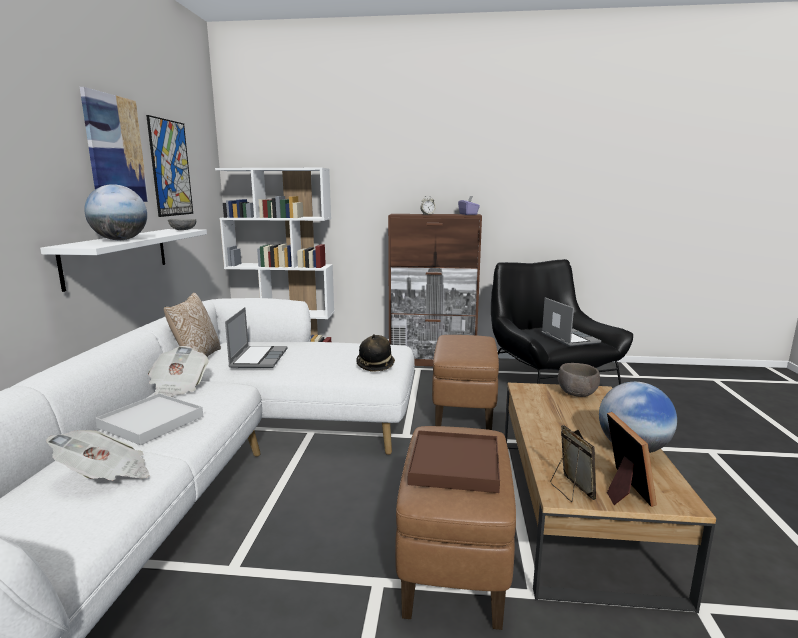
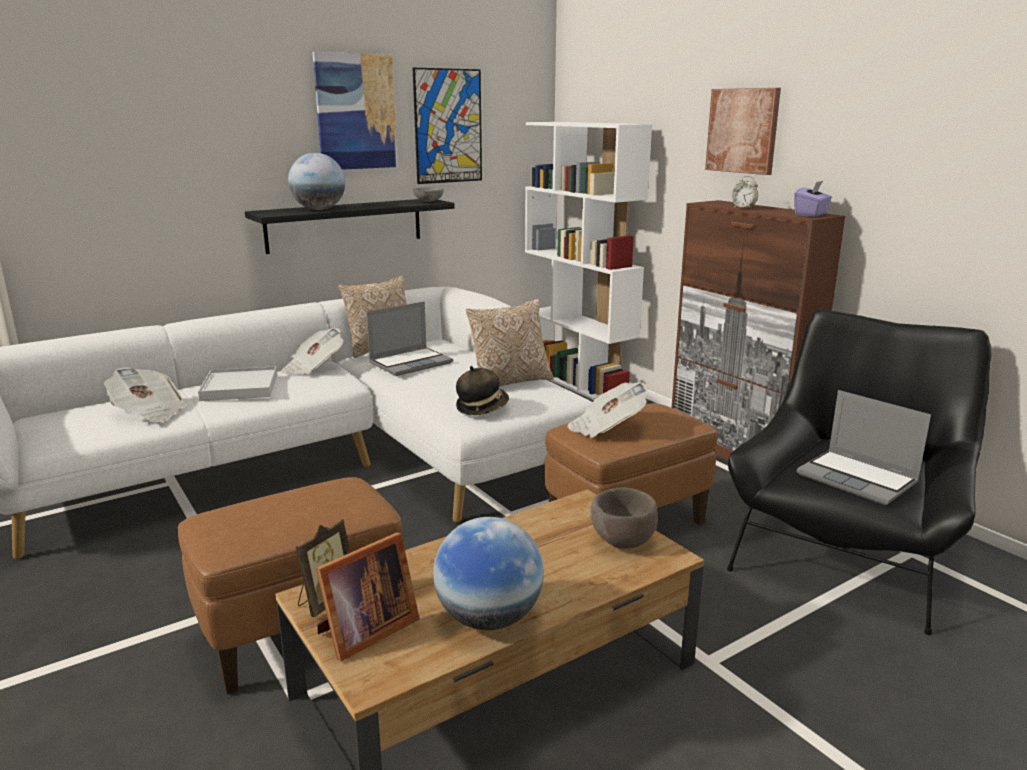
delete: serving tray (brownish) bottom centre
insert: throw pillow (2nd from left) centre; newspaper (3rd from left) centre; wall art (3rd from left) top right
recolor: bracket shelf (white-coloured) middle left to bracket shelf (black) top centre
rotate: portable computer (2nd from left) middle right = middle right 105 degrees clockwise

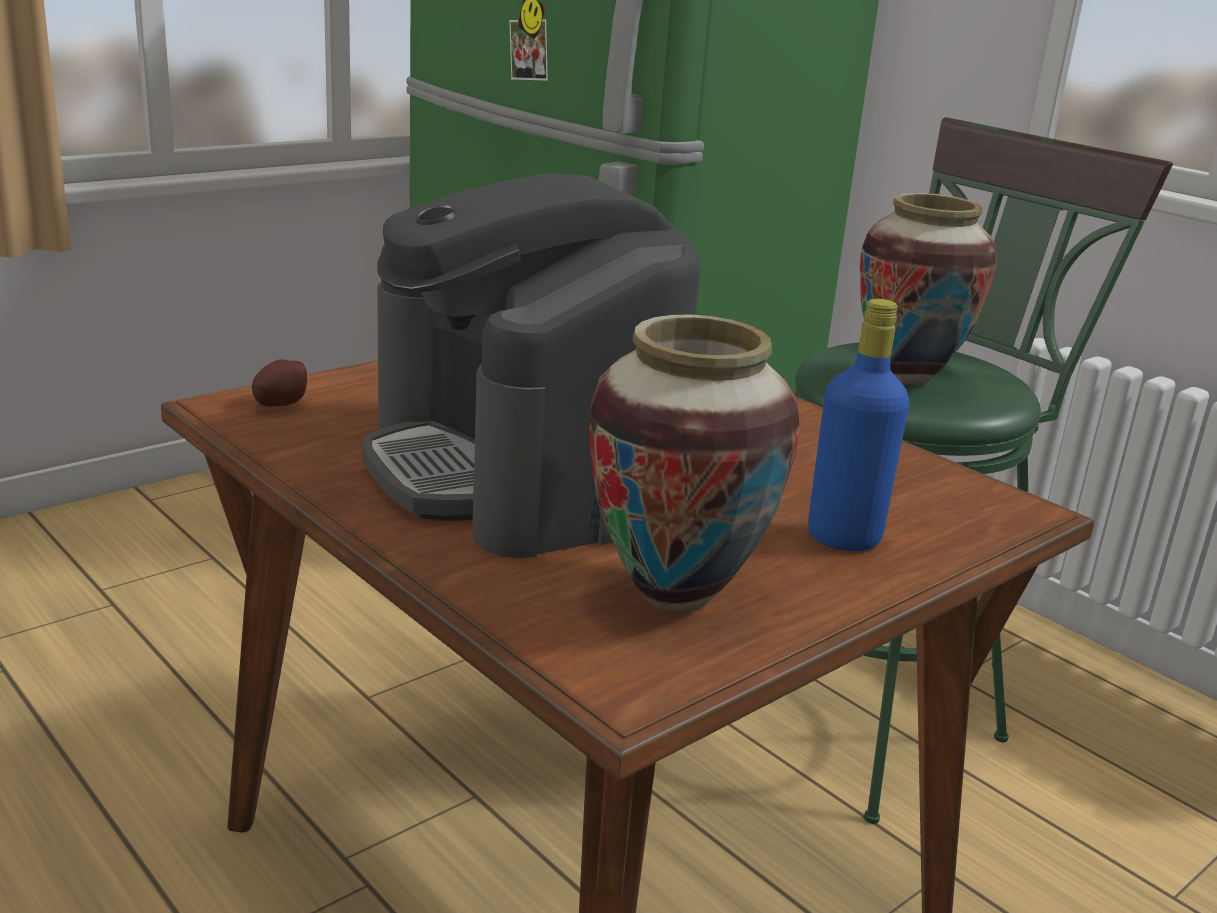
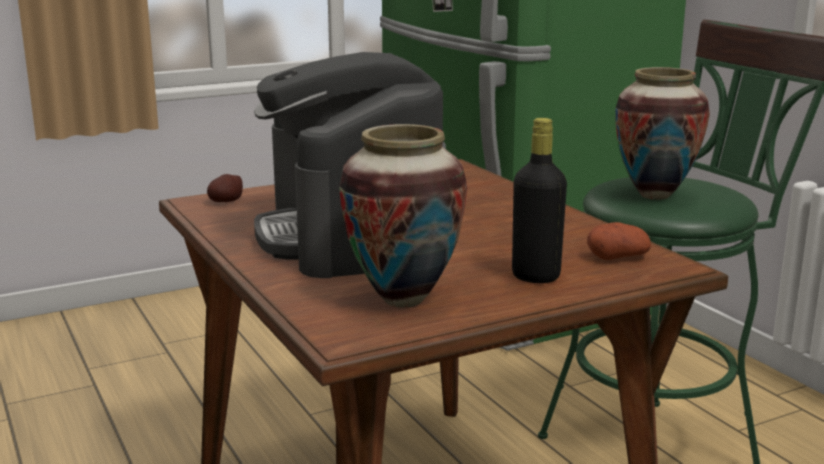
insert: spud (2nd from left) middle right
recolor: bottle (bluish) middle right to bottle (black) centre

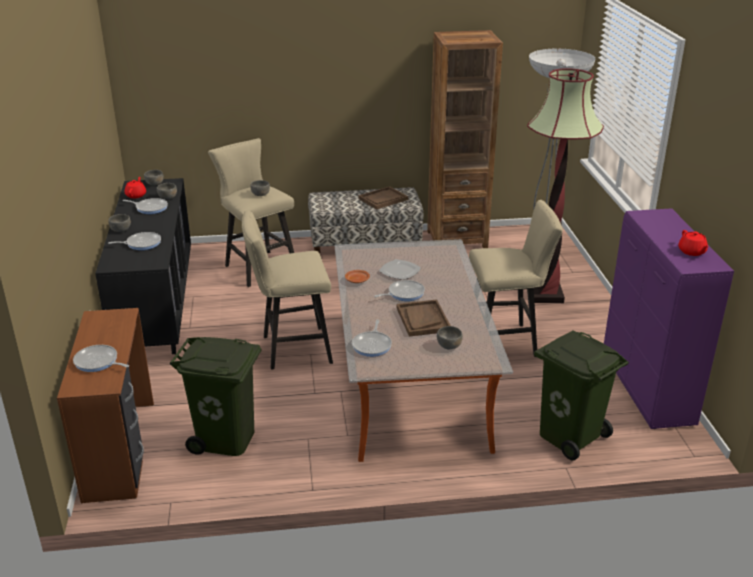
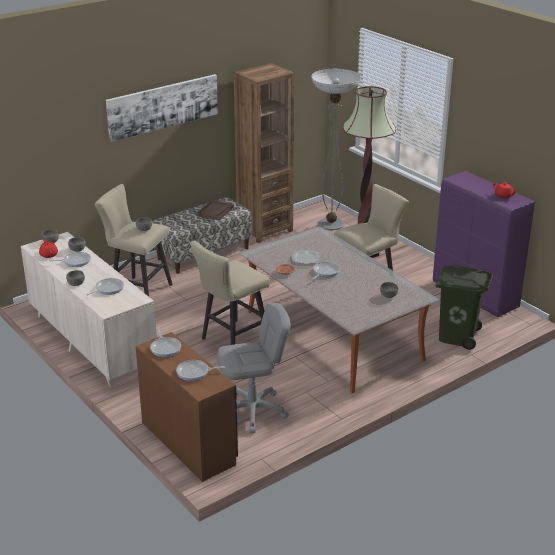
delete: serving tray (brownish) (2nd from left) centre
insert: wall art top left
move: skillet (4th from left in the first image) centre to skillet (3rd from left) middle left
replace: waste bin (greenish) (1st from left) bottom left to desk chair (gray) centre
recolor: drawer chest (black) middle left to drawer chest (sand-coloured) middle left

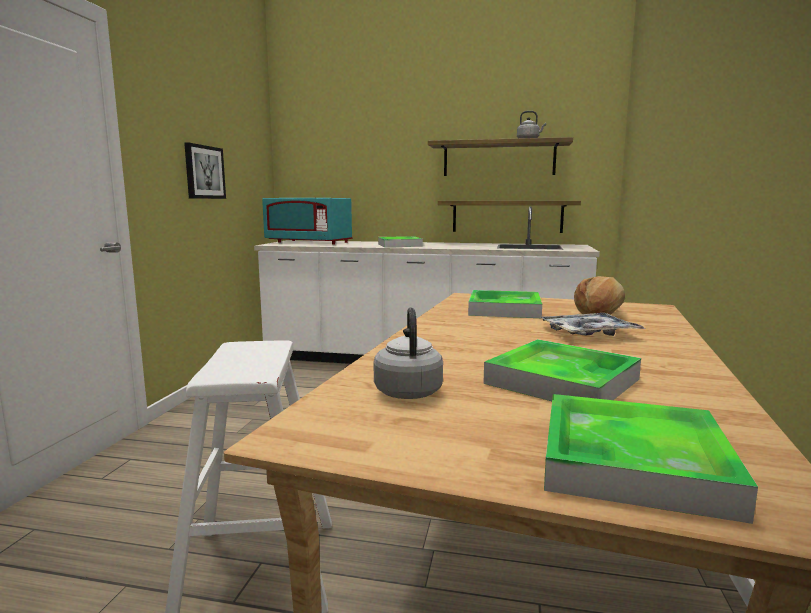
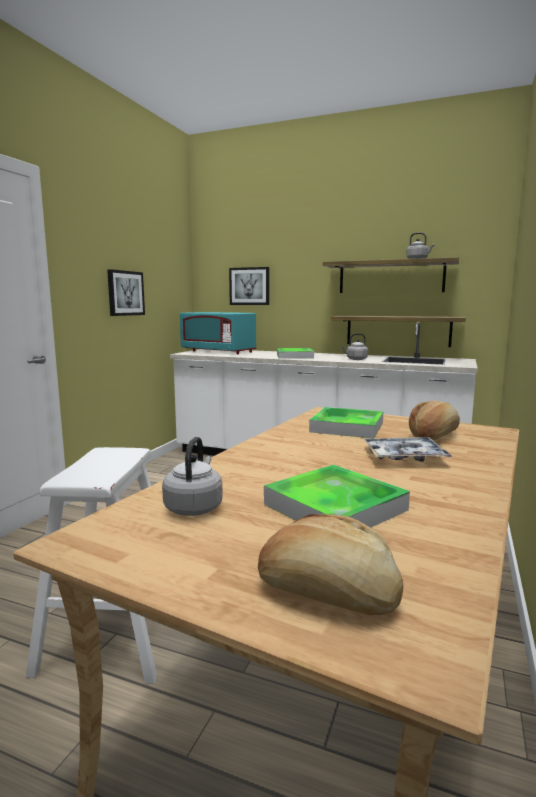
insert: wall art (2nd from left) centre; kettle (gray) (2nd from left) centre
replace: serving tray (5th from left) bottom right to baked bread (1st from left) bottom centre

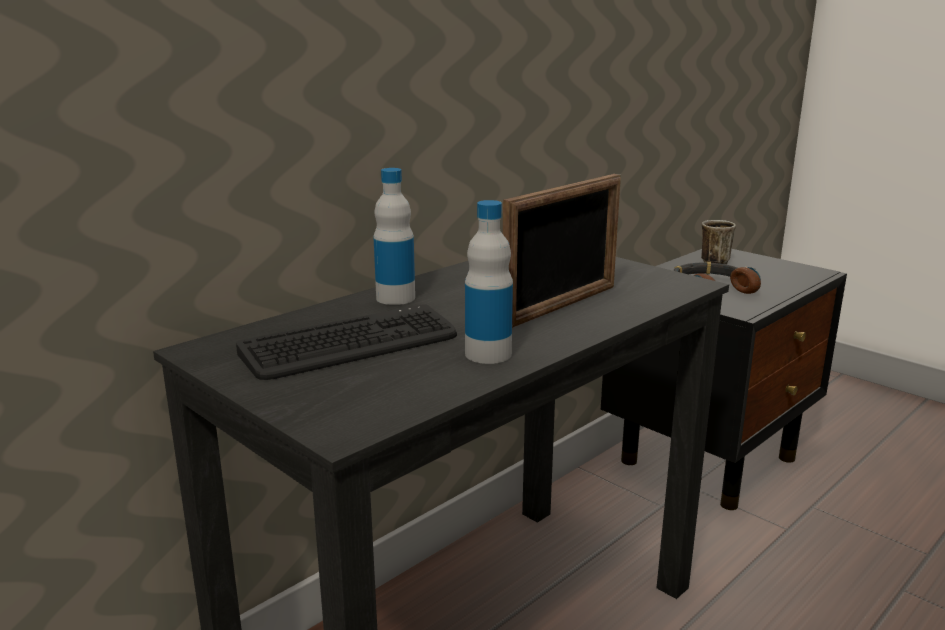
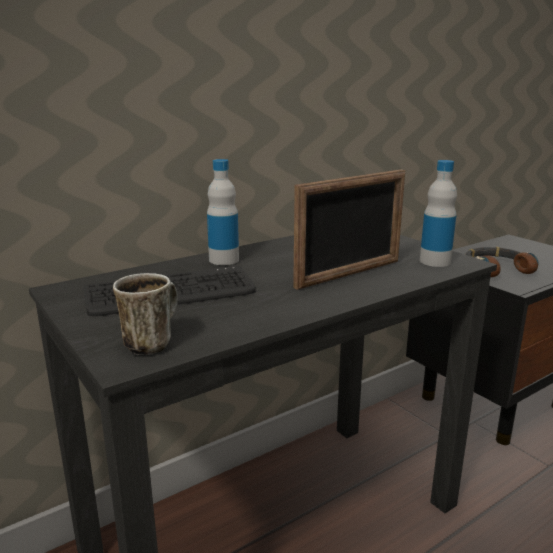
move: bottle (2nd from left) centre to middle right; tea mug middle right to middle left

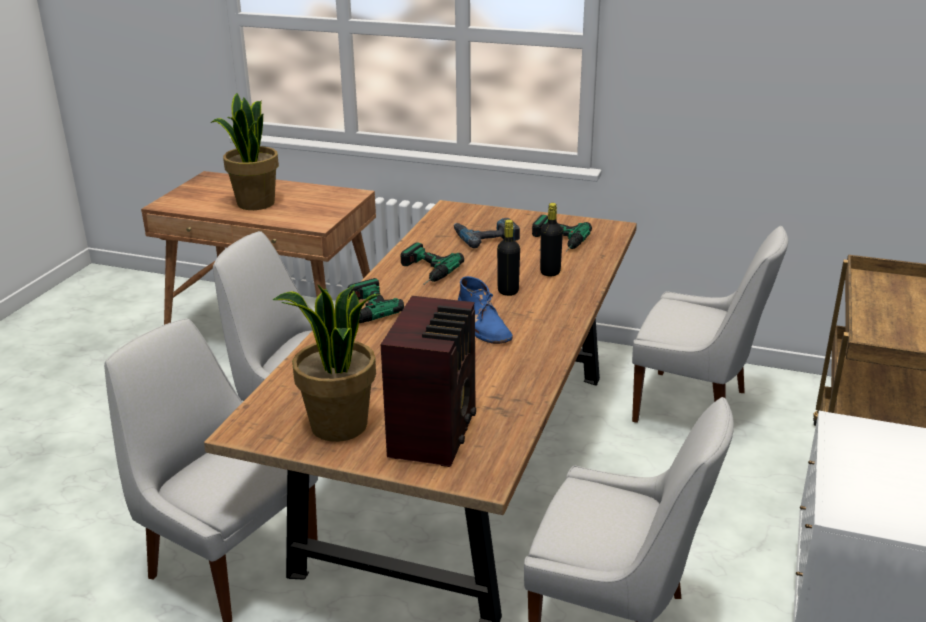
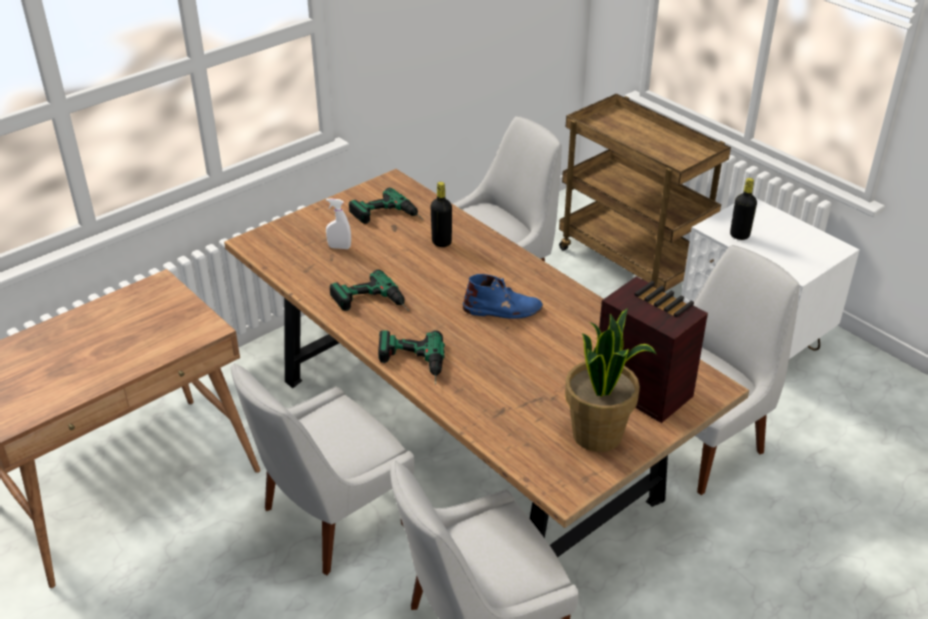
delete: plant in a pot (1st from left) top left
move: bottle (black) (1st from left in the first image) centre to bottle (black) (2nd from left) middle right
replace: electric drill (3rd from left) centre to hand sprayer (white-coloured) centre

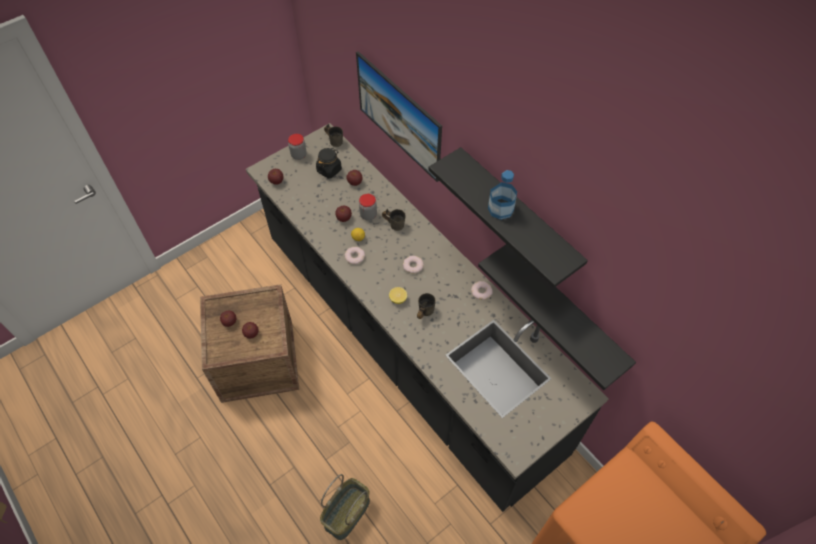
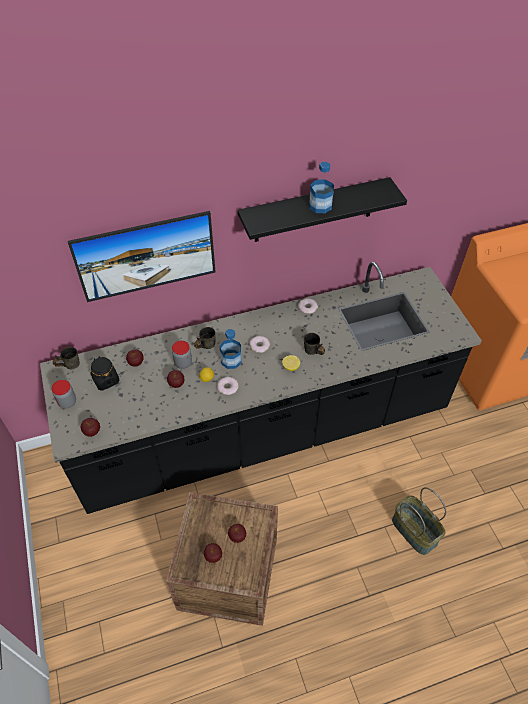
delete: bracket shelf (black) (2nd from left) middle right
insert: bottle (1st from left) centre

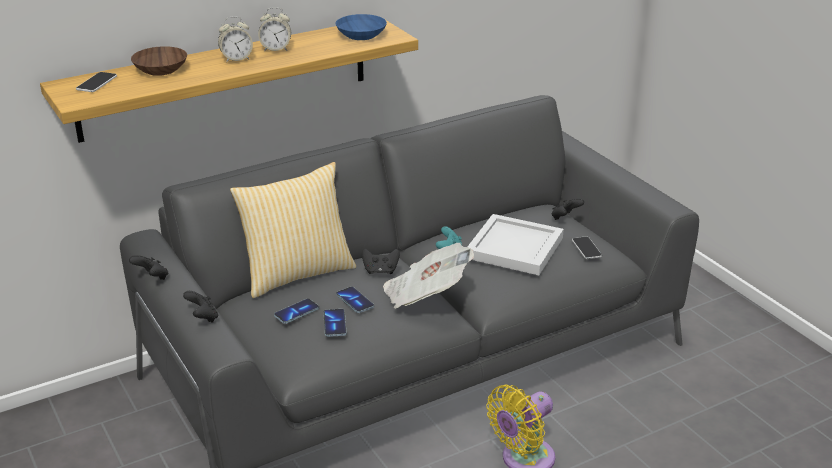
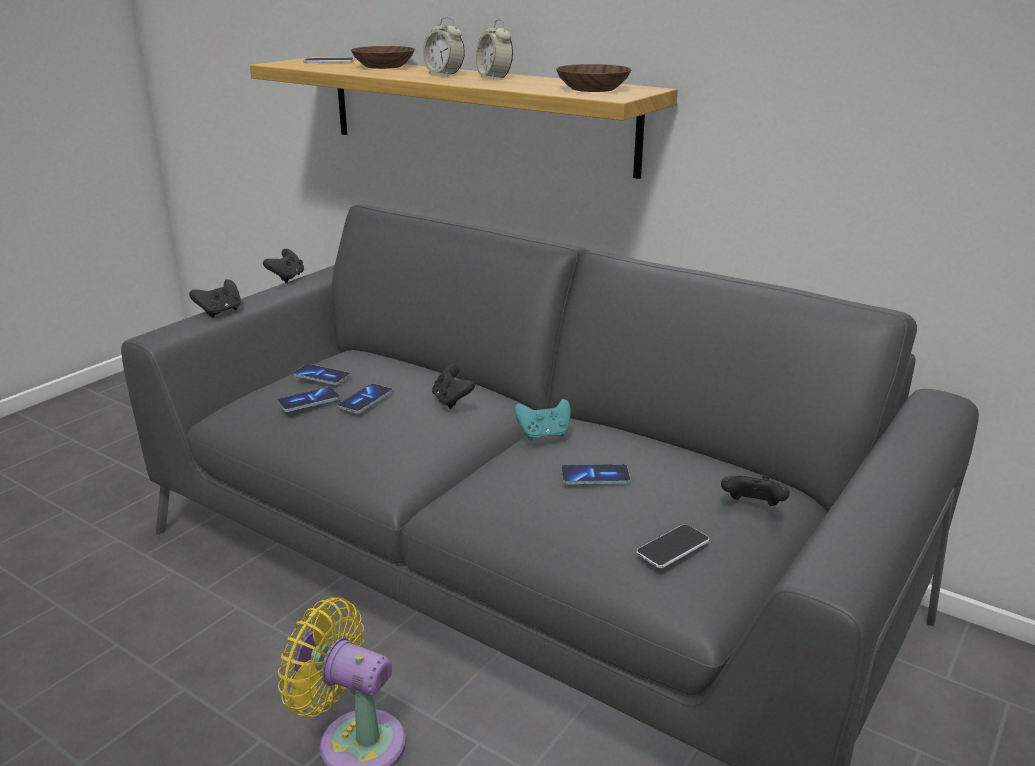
delete: throw pillow centre; newspaper centre
replace: serving tray (white-coloured) centre to phone (5th from left) centre
recolor: serving bowl (bluish) top centre to serving bowl (brownish) (2nd from left) top centre

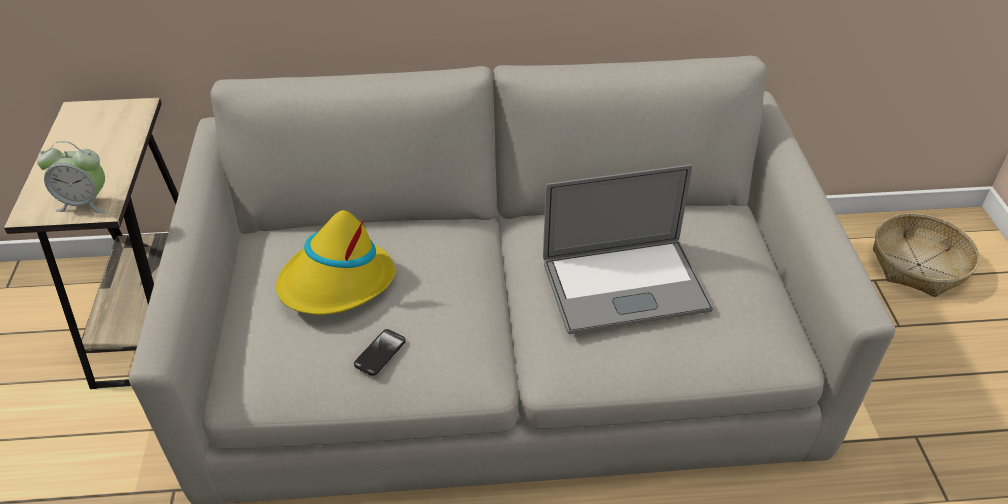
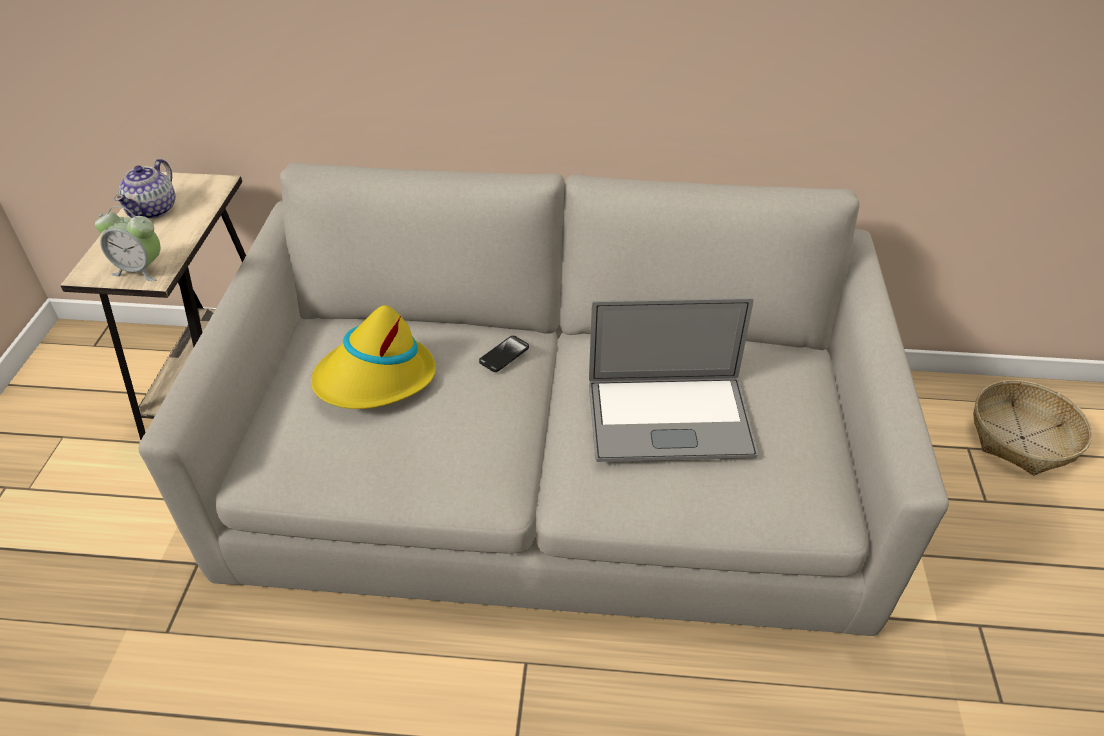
insert: tea pot top left
move: phone bottom centre to centre

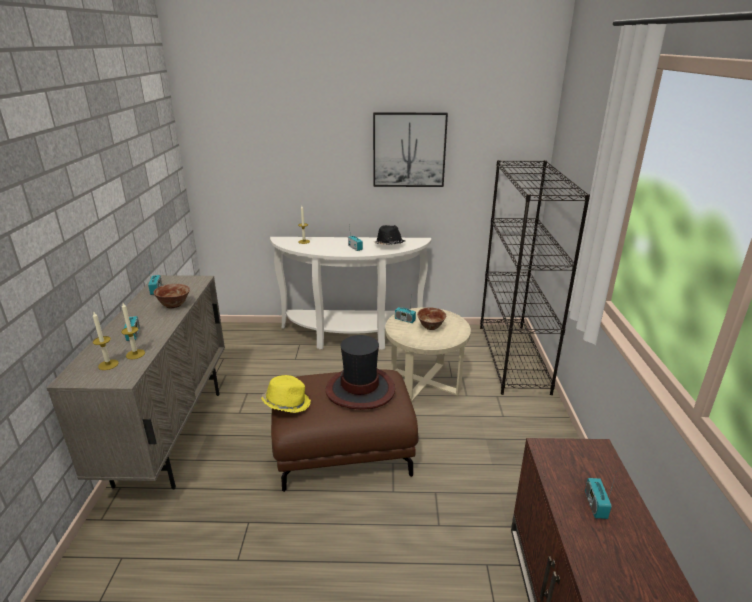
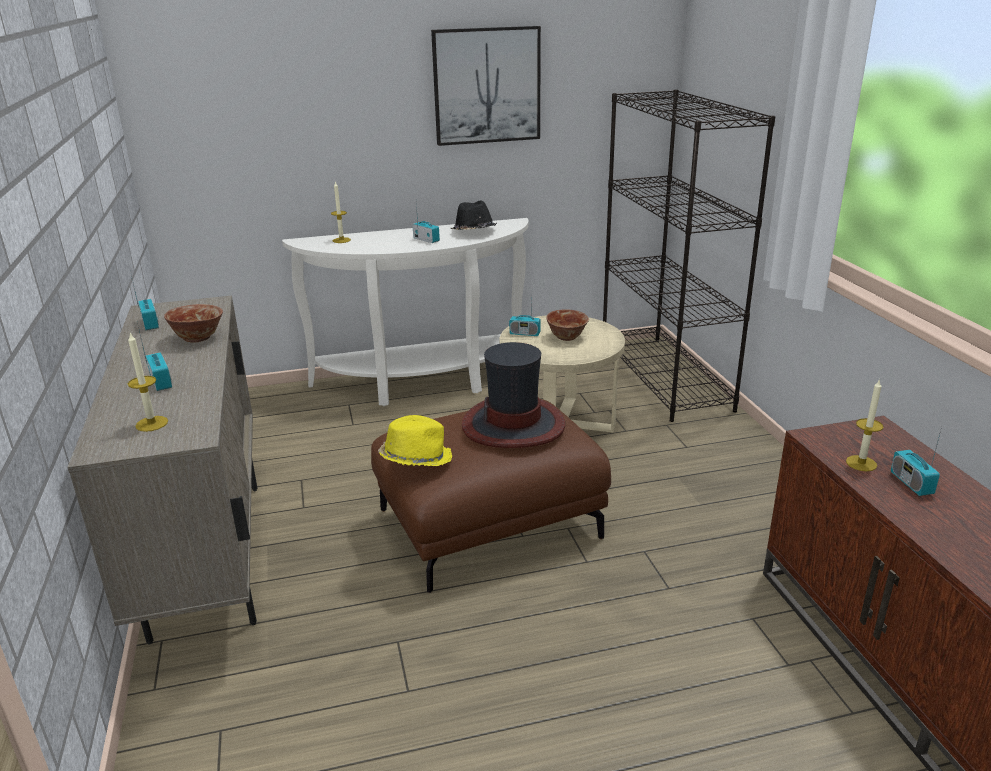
move: wax light (2nd from left in the first image) middle left to wax light (3rd from left) middle right

